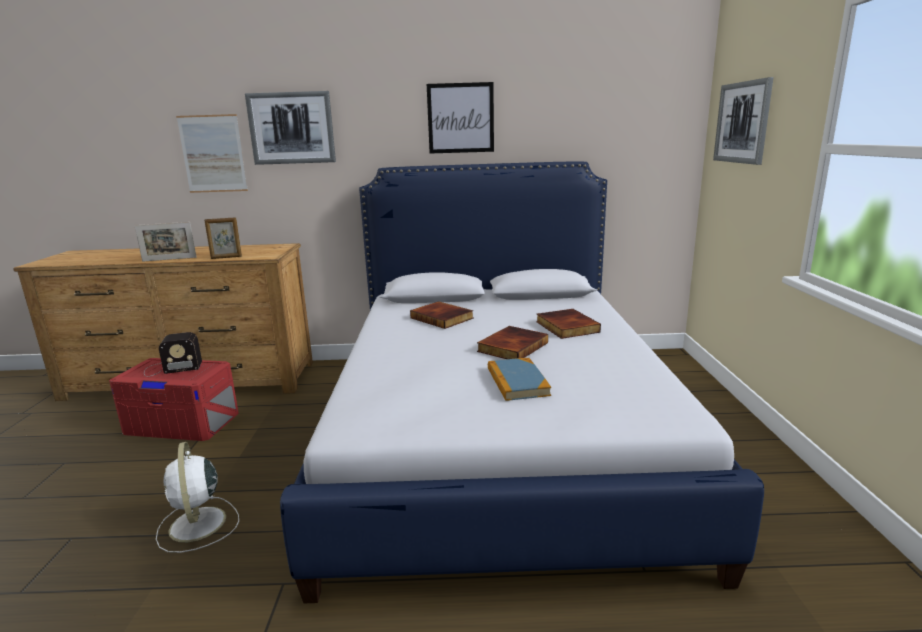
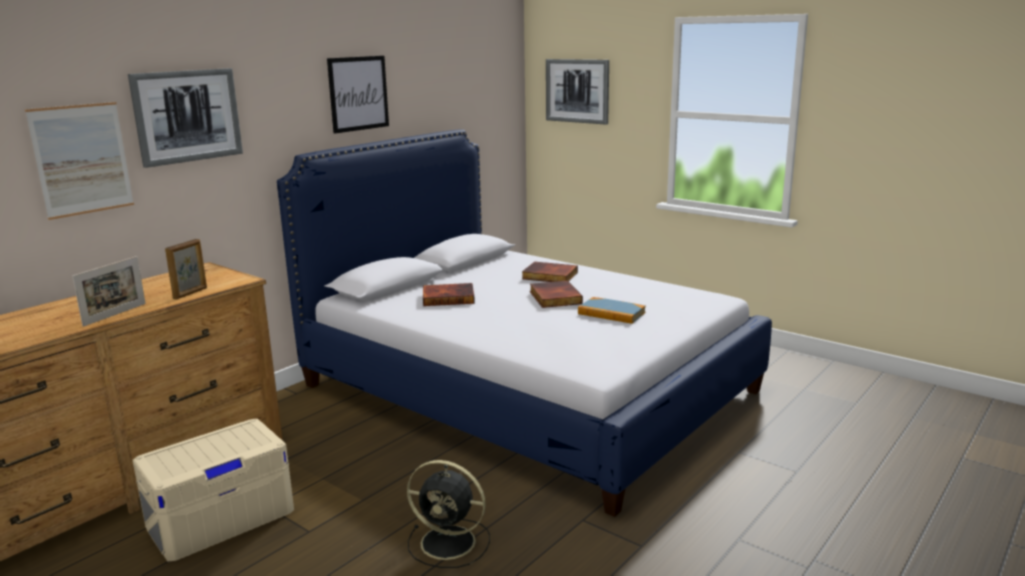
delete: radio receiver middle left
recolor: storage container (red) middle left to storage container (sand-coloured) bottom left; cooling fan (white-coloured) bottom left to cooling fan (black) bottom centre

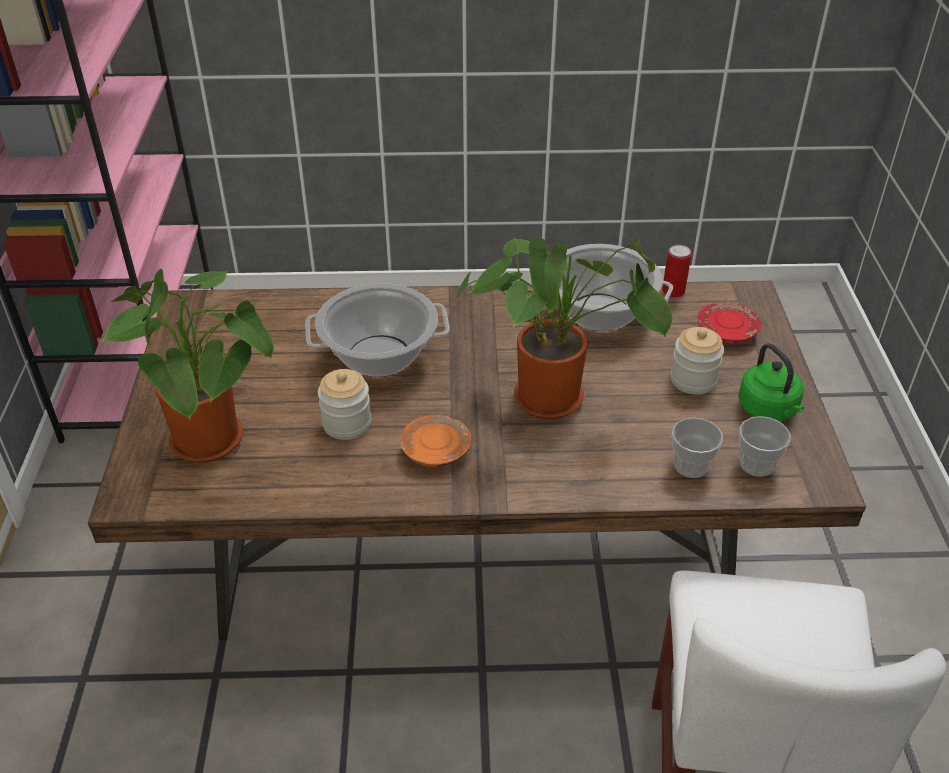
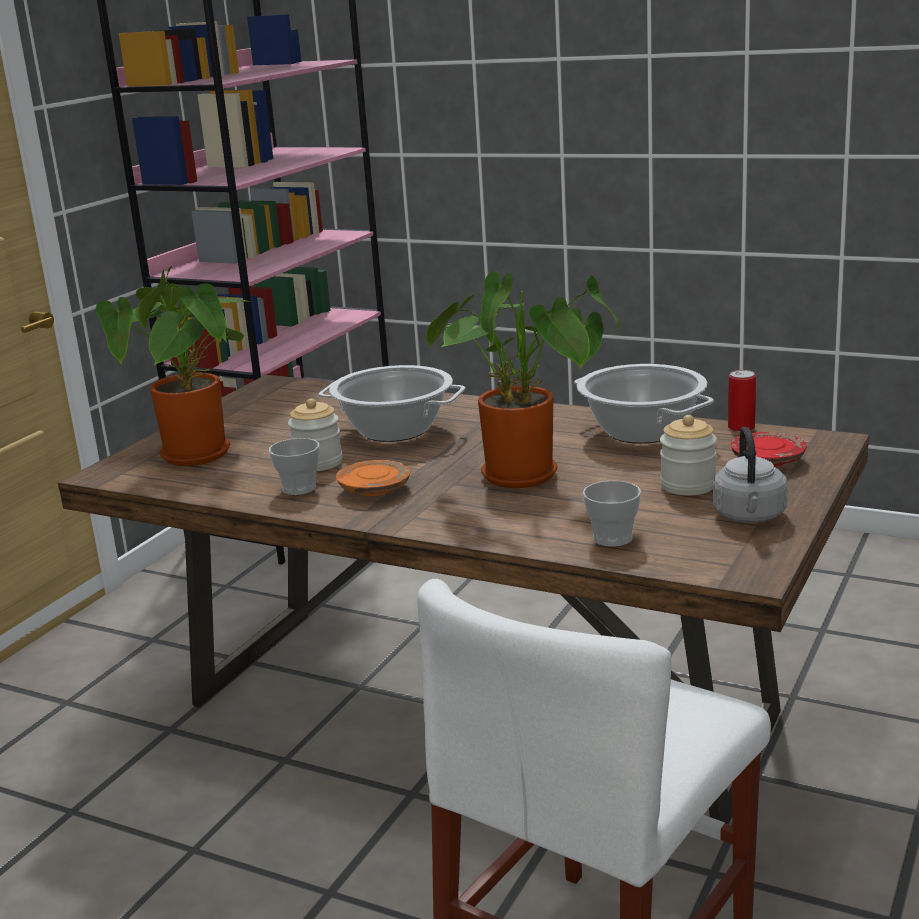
move: drinking cup (2nd from left in the first image) middle right to drinking cup (1st from left) middle left
recolor: kettle (greenish) middle right to kettle (gray) middle right

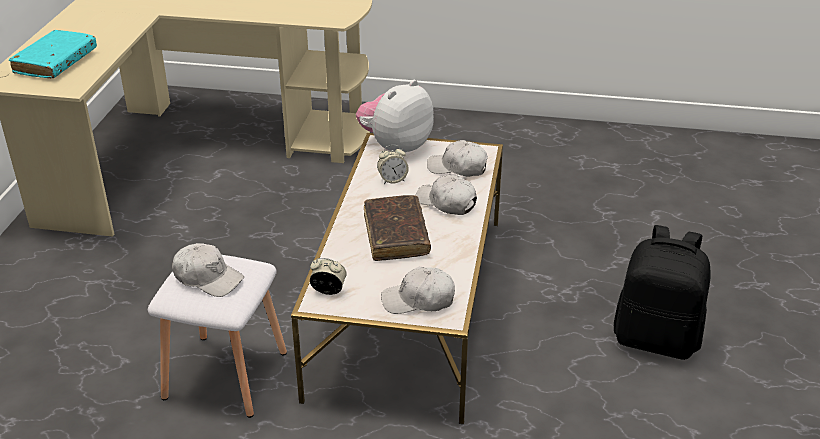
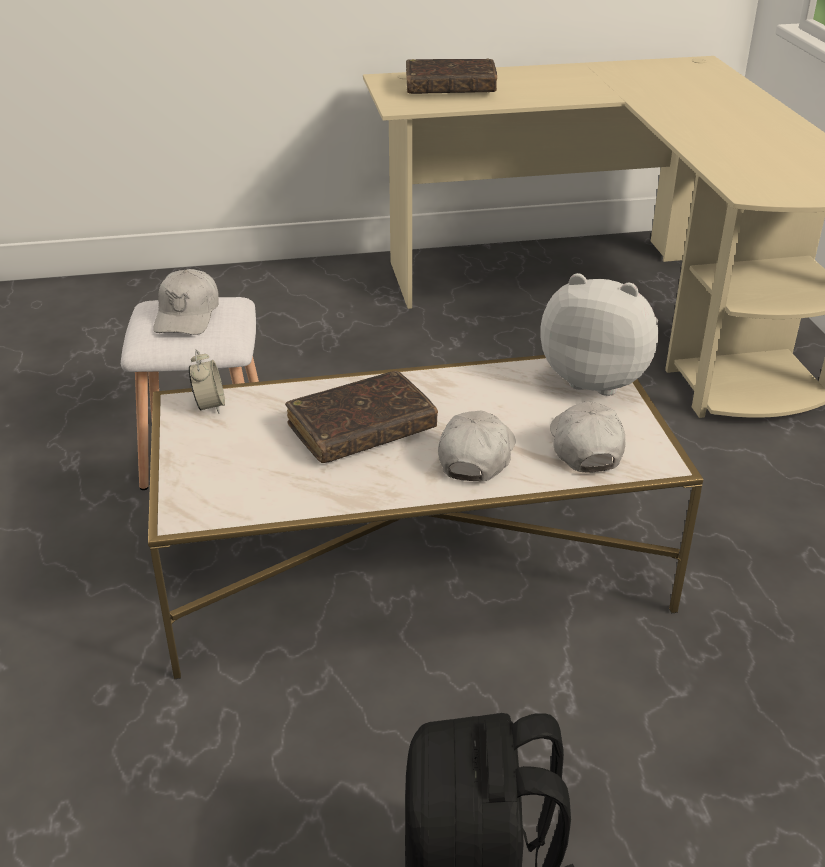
delete: alarm clock (2nd from left) centre; peaked cap (white-coloured) (2nd from left) centre
recolor: book (turquoise-coloured) top left to book (brownish) (2nd from left) top centre

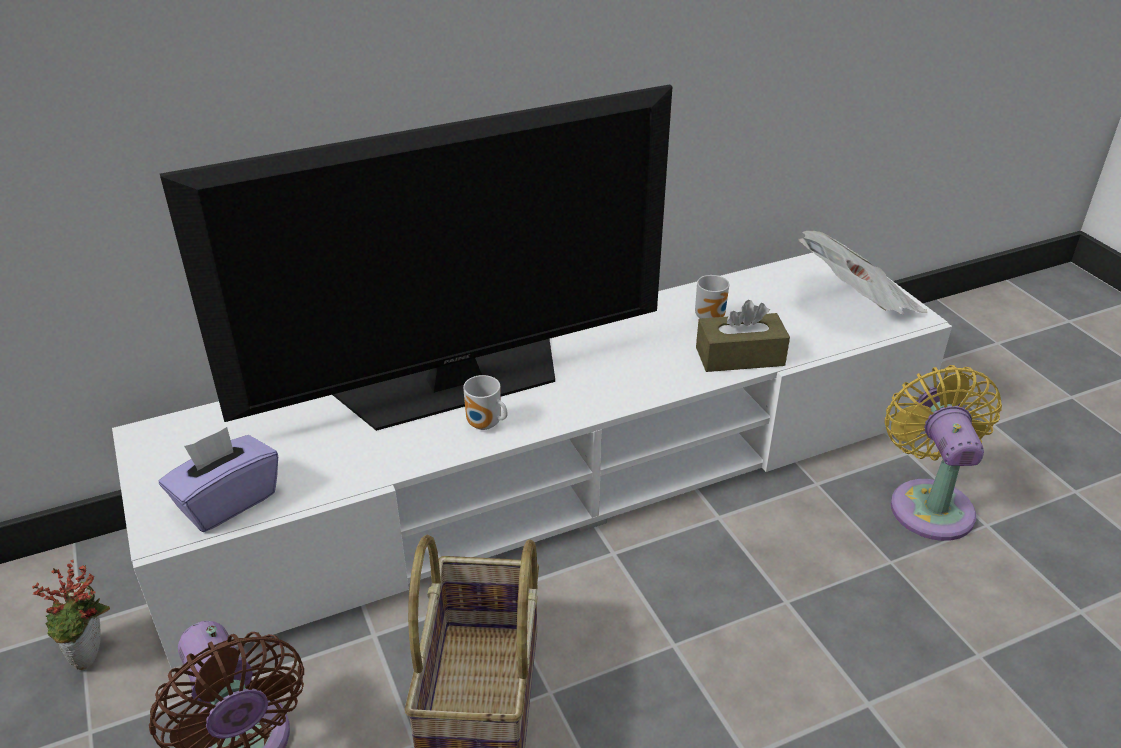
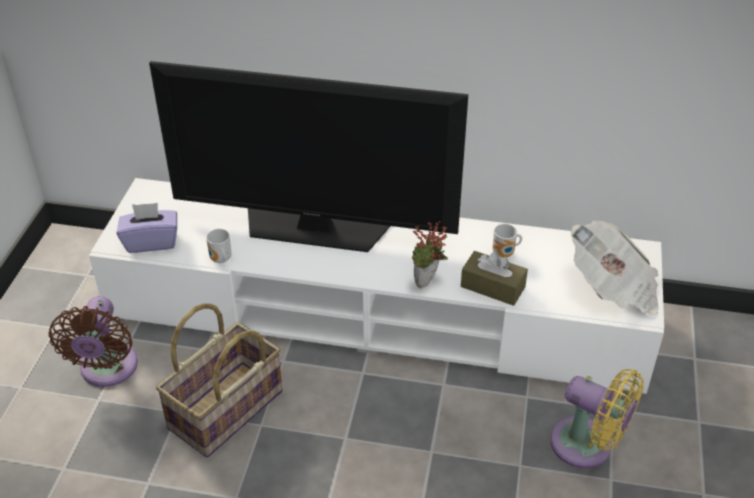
move: plant in a pot bottom left to centre; tea mug (1st from left) centre to middle left
rotate: cooling fan (yellow-coloured) middle right = bottom right 90 degrees clockwise

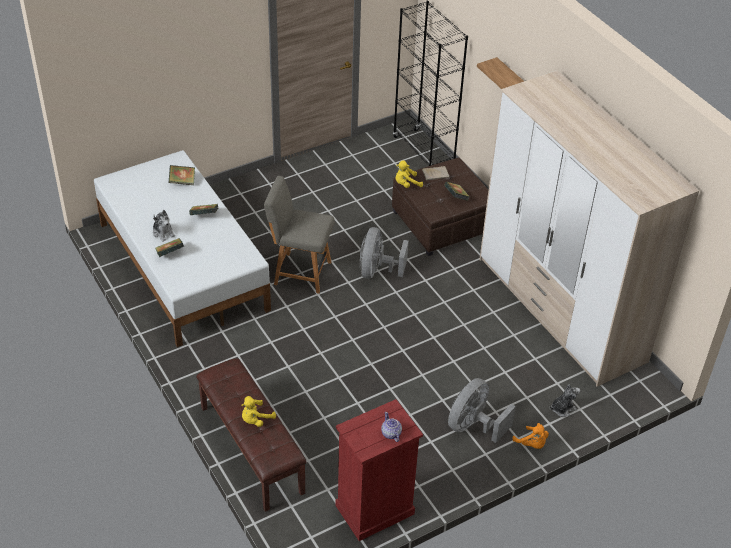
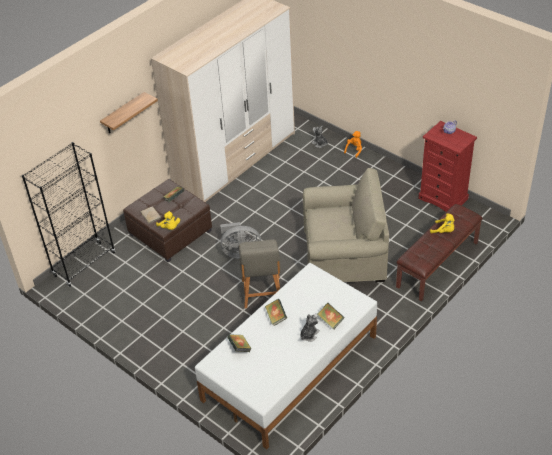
delete: cooling fan (gray) (2nd from left) bottom centre
insert: lounge chair (sand-coloured) centre

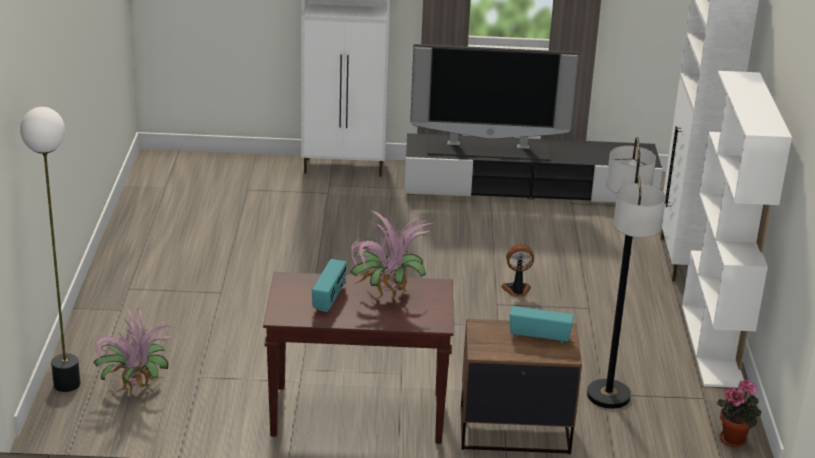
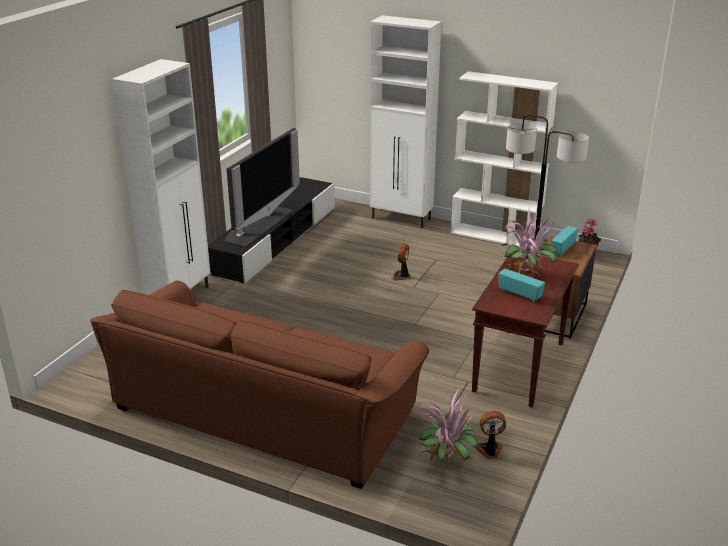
delete: standard lamp (1st from left) middle left
insert: settee (brownish) bottom centre; cooling fan (2nd from left) bottom right

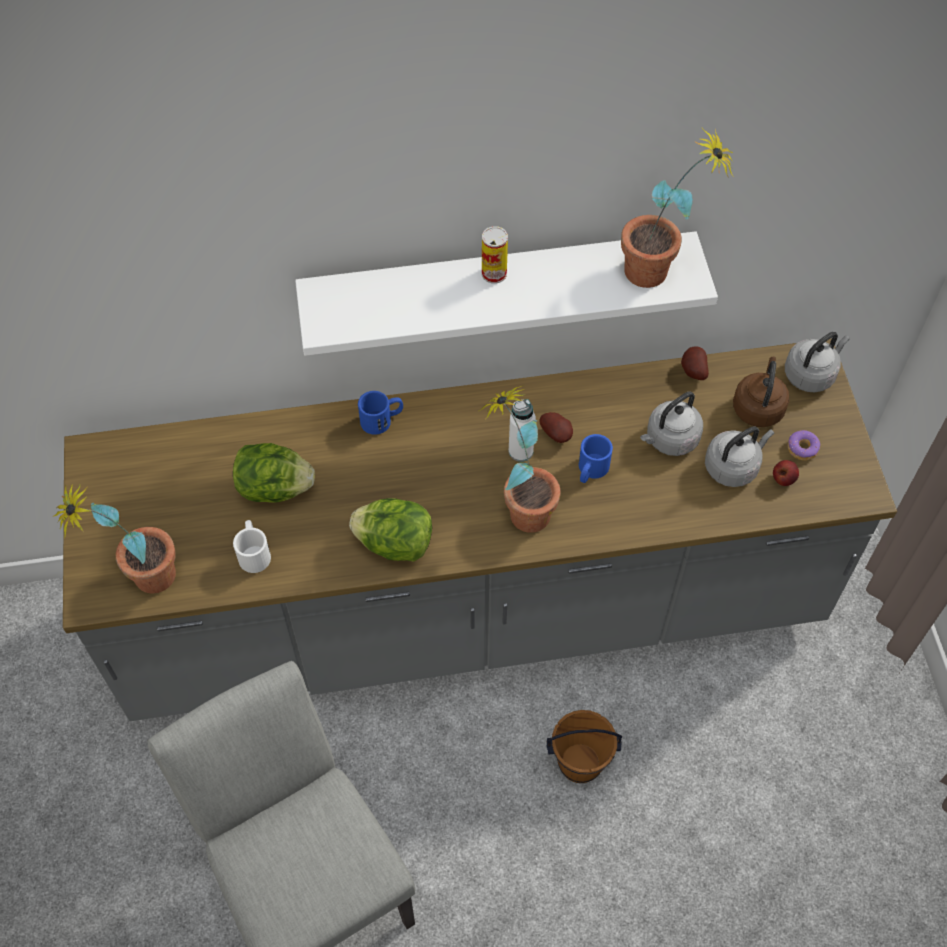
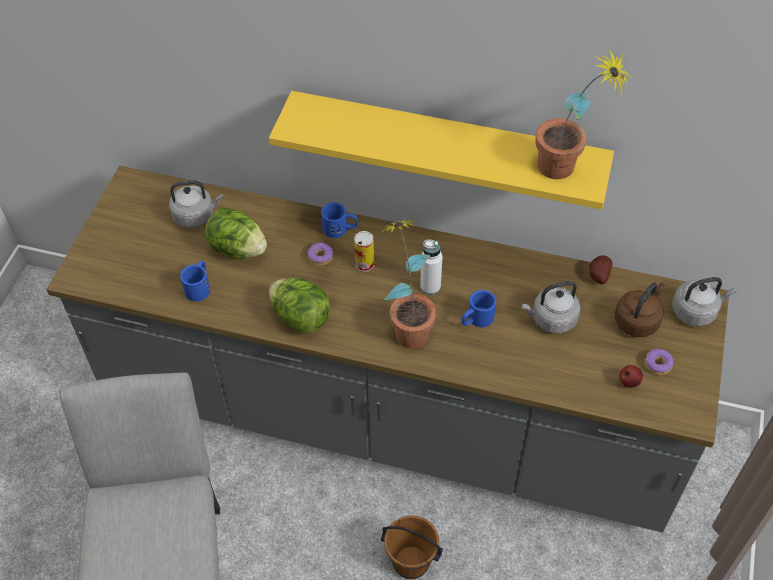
delete: plant in a pot (1st from left) middle left; spud (1st from left) centre
insert: ring doughnut (1st from left) centre
move: sealed can top centre to centre; kettle (gray) (2nd from left in the first image) middle right to kettle (gray) (1st from left) middle left
recolor: tea mug (white-coloured) middle left to tea mug (bluish) (1st from left) middle left; bracket shelf (white-coloured) top centre to bracket shelf (yellow-coloured) top centre

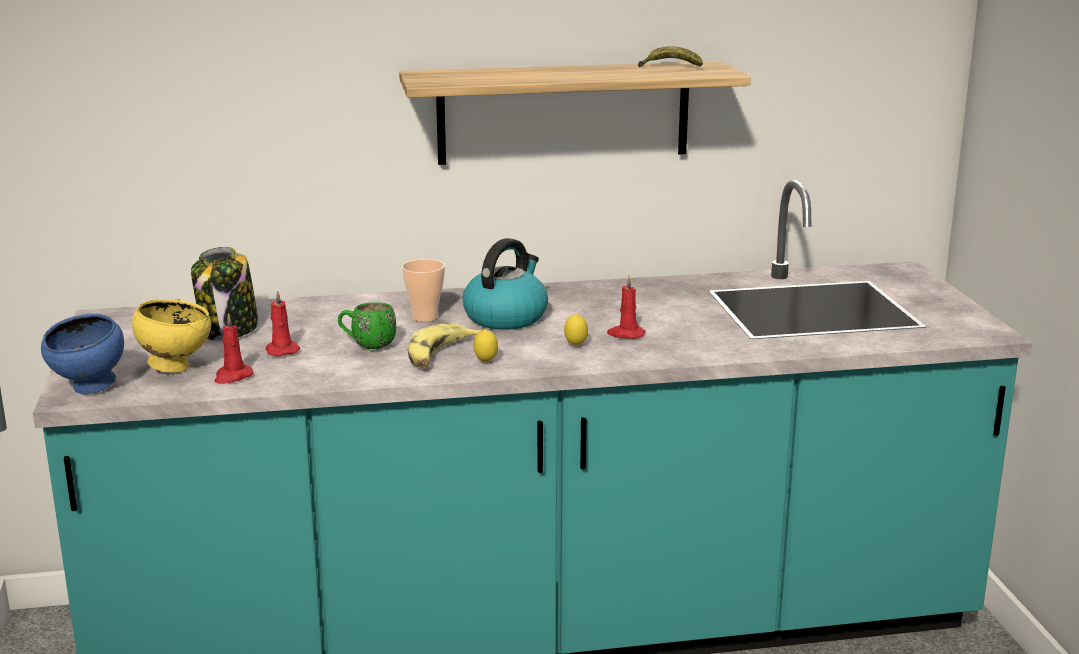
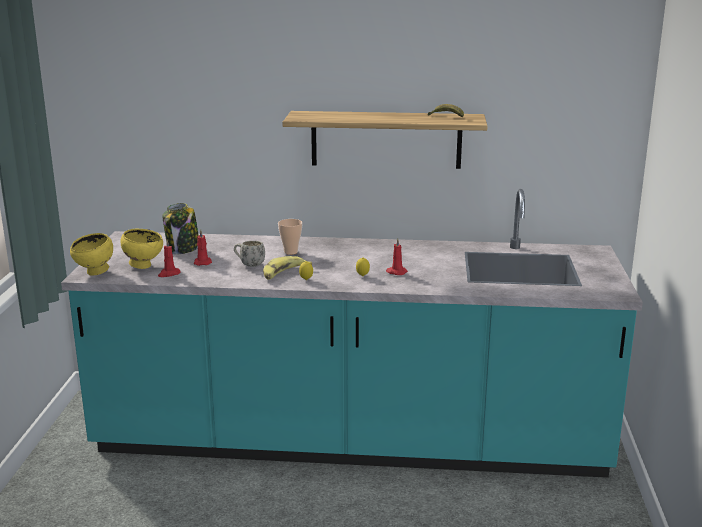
delete: kettle centre
recolor: serving bowl (bluish) middle left to serving bowl (yellow-coloured) (1st from left) middle left; tea mug (greenish) centre to tea mug (white-coloured) centre

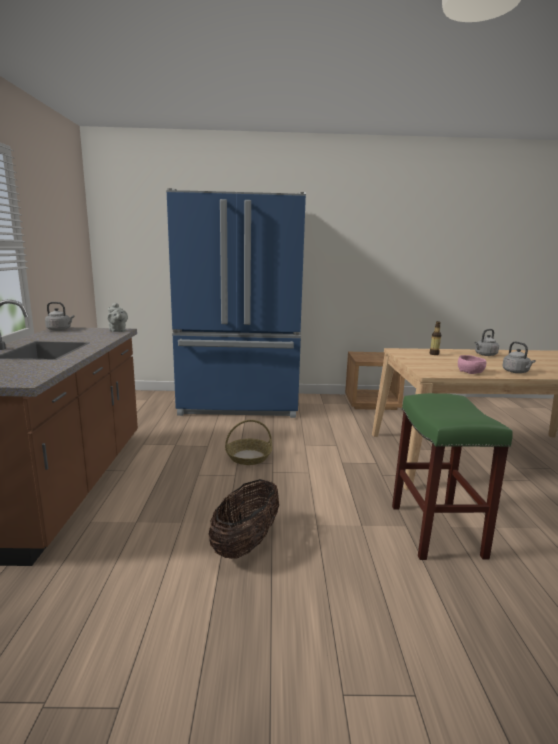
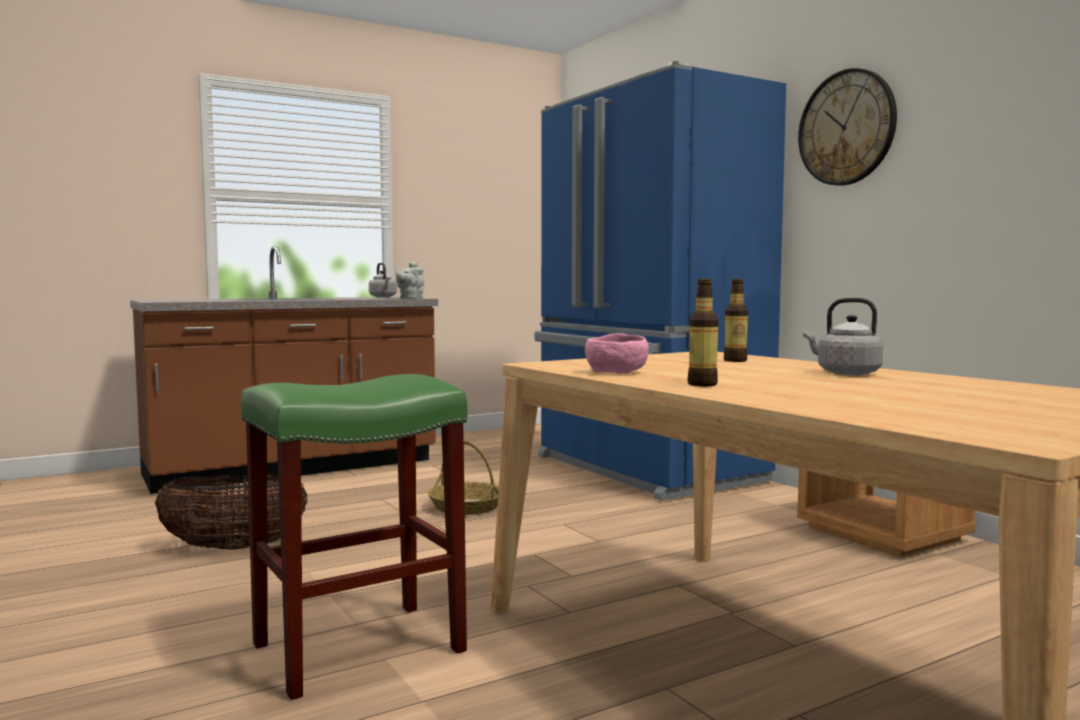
insert: wall clock top right
replace: kettle (gray) (3rd from left) middle right to bottle (1st from left) centre

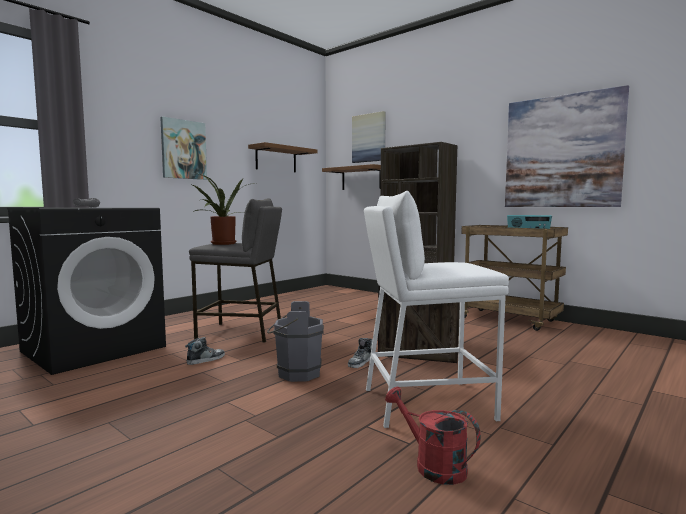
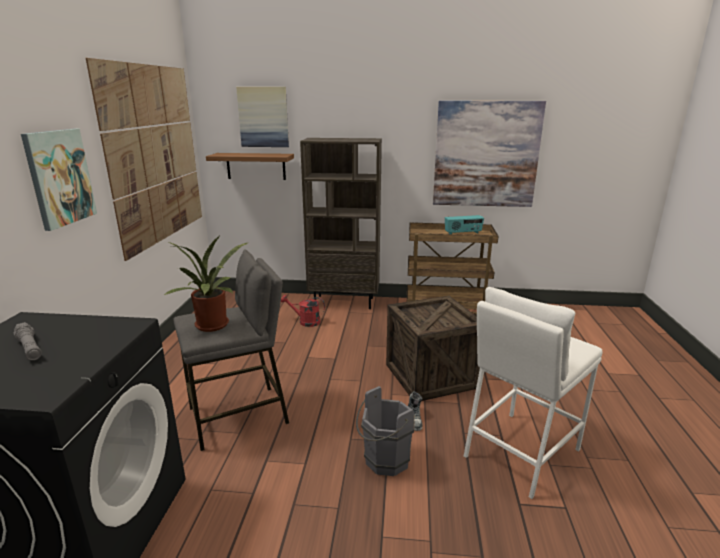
delete: low shoe (1st from left) bottom left
move: sprinkling can (red) bottom centre to centre
replace: bracket shelf (brownish) (1st from left) top centre to wall art (2nd from left) top left

